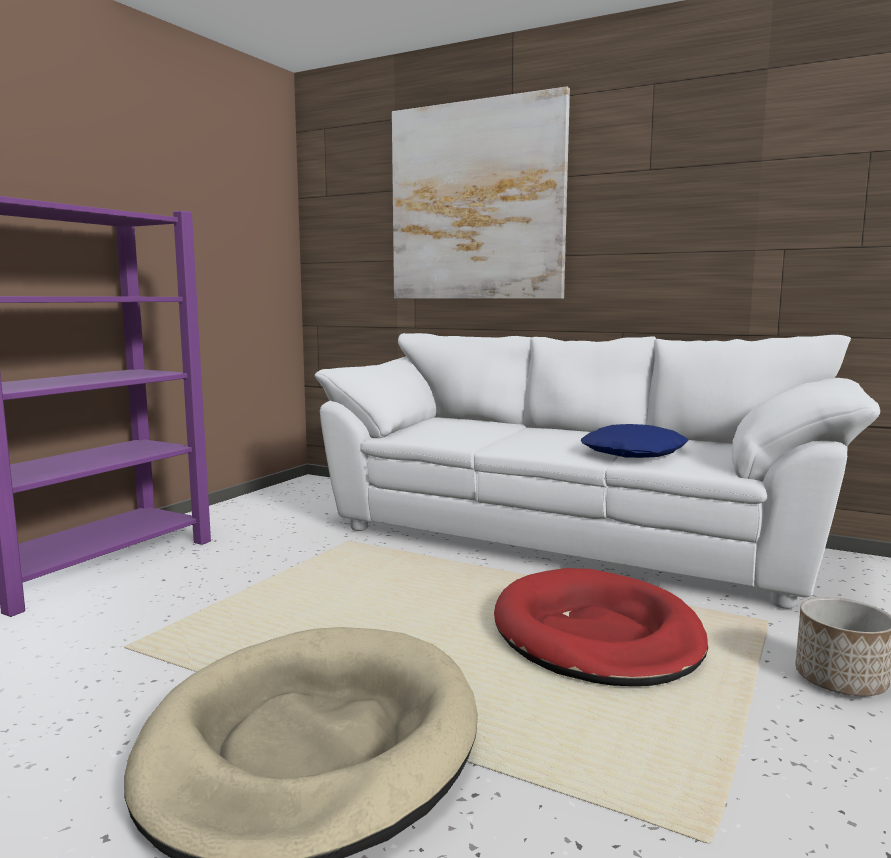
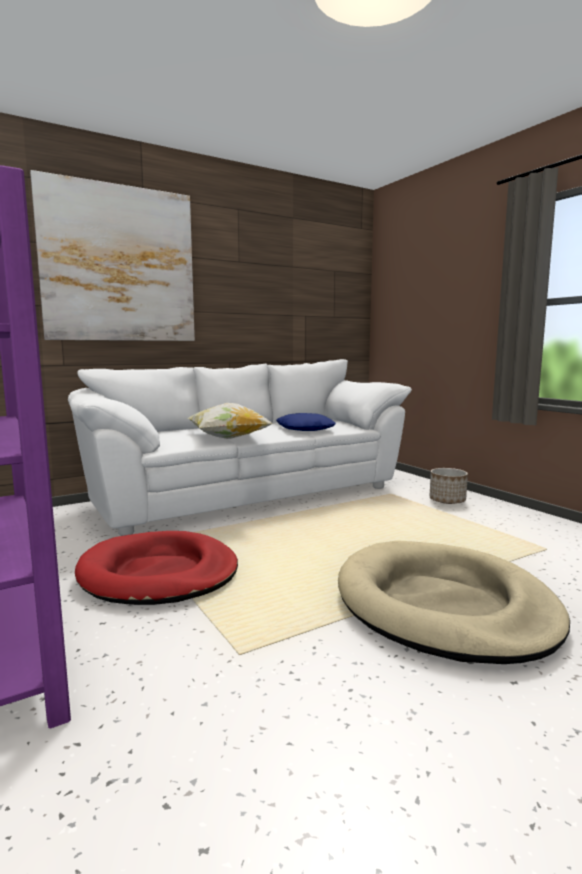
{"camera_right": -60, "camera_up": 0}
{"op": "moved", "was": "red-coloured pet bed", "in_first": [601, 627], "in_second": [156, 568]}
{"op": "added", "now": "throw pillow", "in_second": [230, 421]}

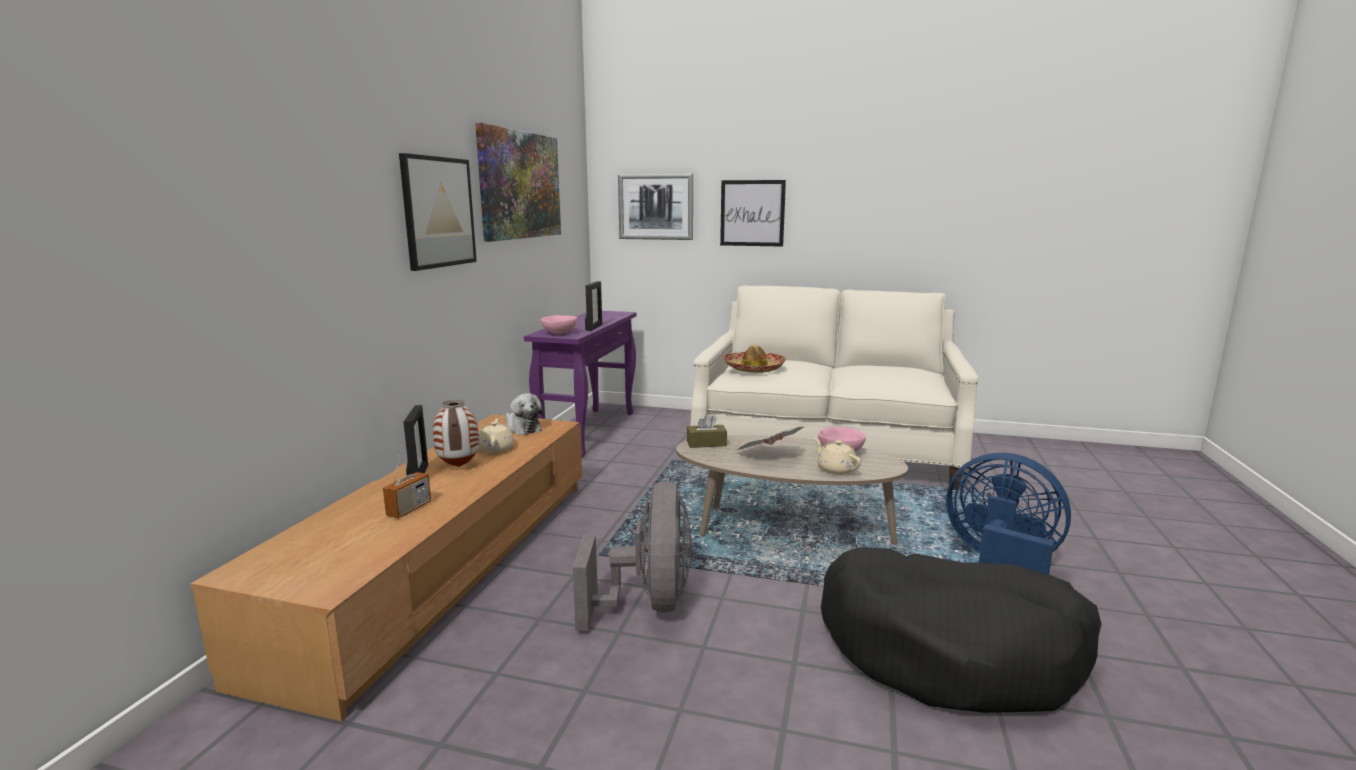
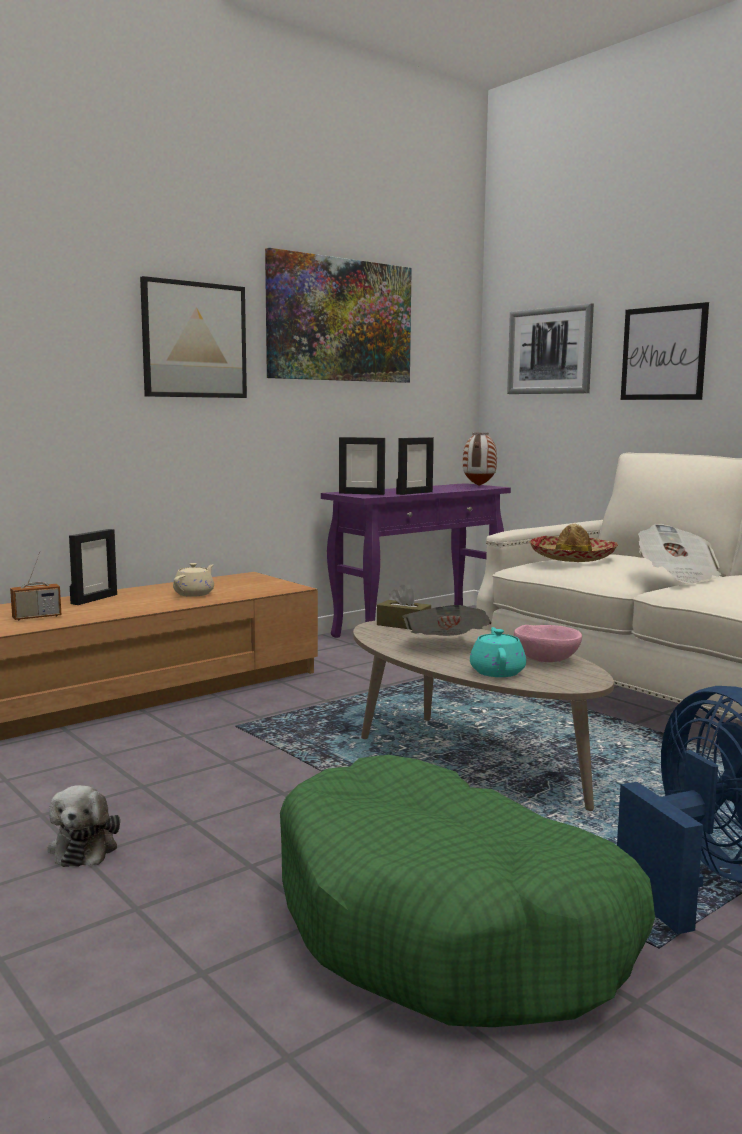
{"camera_right": 35, "camera_up": -5}
{"op": "moved", "was": "soft toy", "in_first": [524, 414], "in_second": [84, 826]}
{"op": "recoloured", "was": "black-coloured pet bed", "now": "greenish pet bed", "in_first": [961, 630], "in_second": [467, 891]}
{"op": "replaced", "was": "pinkish bowl", "now": "picture frame", "in_first": [559, 324], "in_second": [362, 466]}
{"op": "moved", "was": "decorative vase", "in_first": [456, 433], "in_second": [480, 459]}
{"op": "recoloured", "was": "beige pot for tea", "now": "turquoise pot for tea", "in_first": [837, 456], "in_second": [498, 652]}
{"op": "added", "now": "daily paper", "in_second": [679, 554]}
{"op": "removed", "was": "greyish cooling fan", "in_first": [632, 556]}

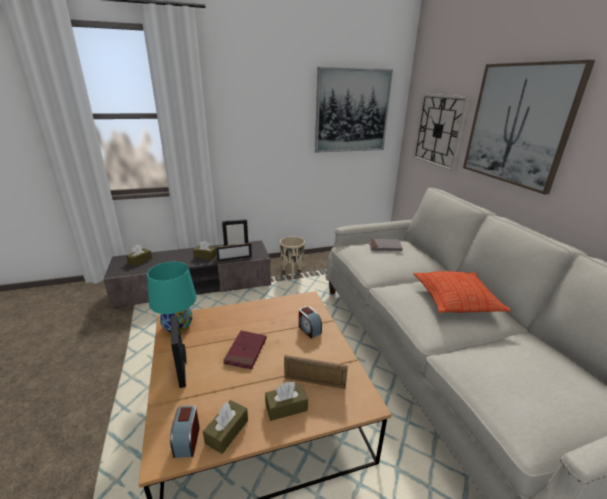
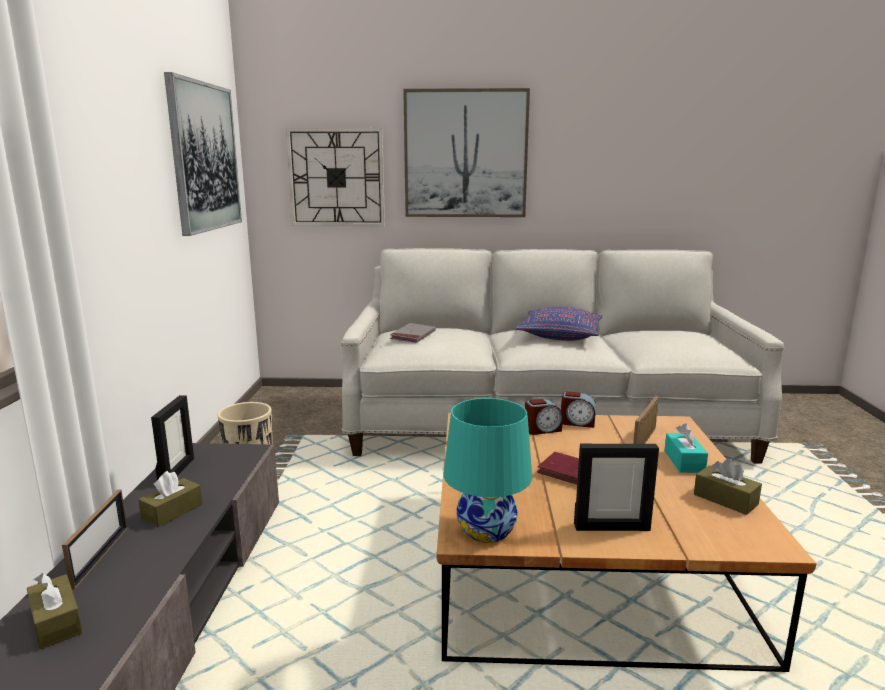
{"camera_right": -70, "camera_up": -10}
{"op": "moved", "was": "picture frame", "in_first": [234, 252], "in_second": [95, 539]}
{"op": "recoloured", "was": "orangey throw pillow", "now": "blue throw pillow", "in_first": [462, 292], "in_second": [559, 324]}
{"op": "moved", "was": "alarm clock", "in_first": [185, 431], "in_second": [578, 409]}
{"op": "recoloured", "was": "brown tissue box", "now": "turquoise tissue box", "in_first": [286, 401], "in_second": [686, 448]}

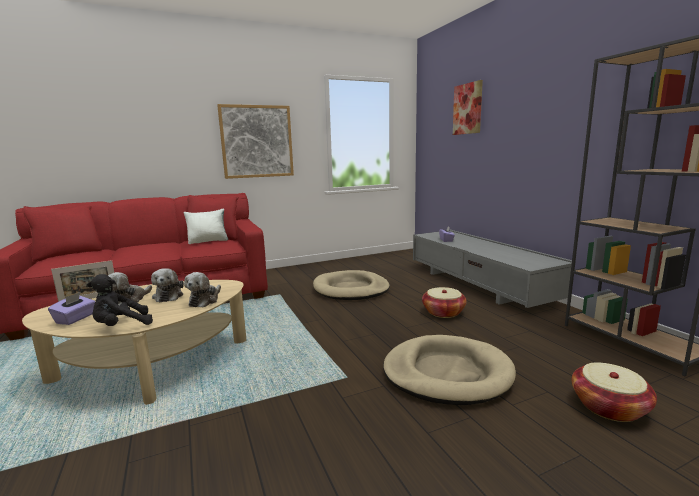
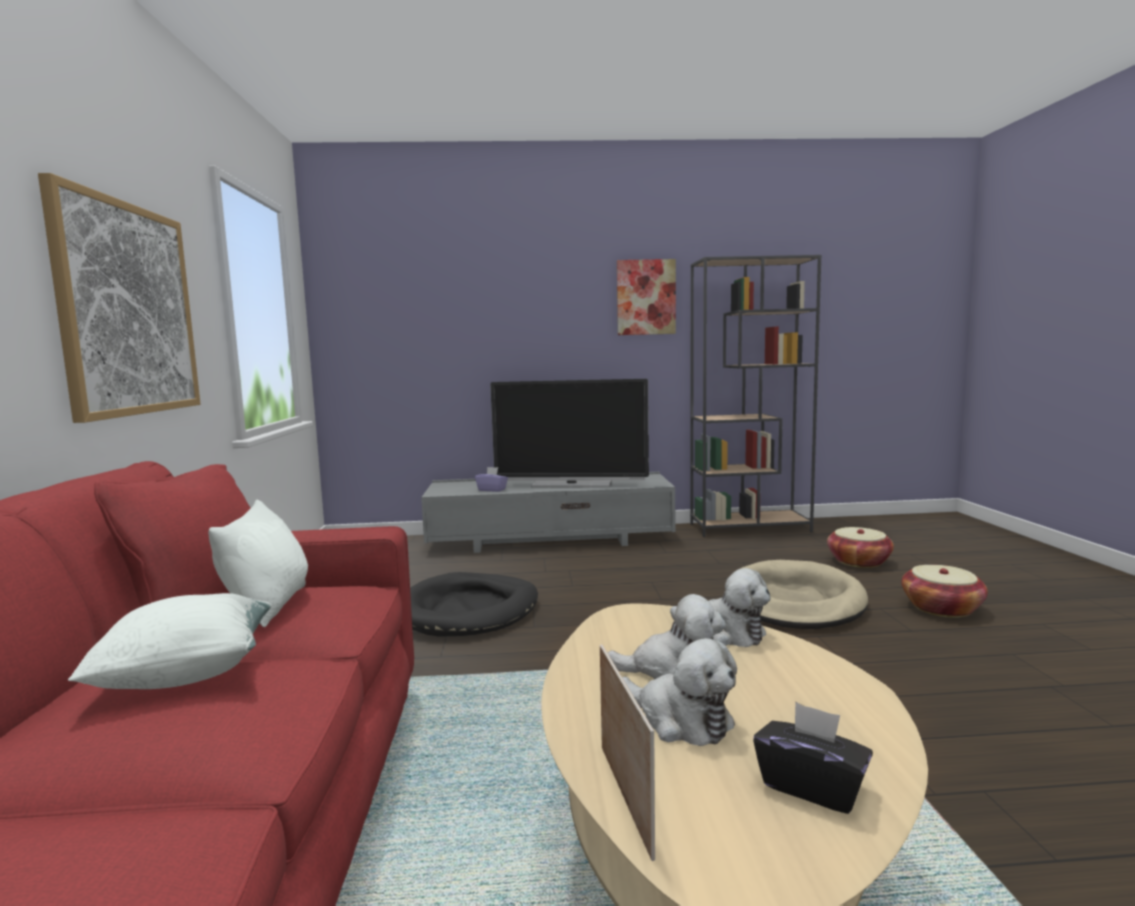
{"camera_right": -70, "camera_up": -5}
{"op": "added", "now": "whitish throw pillow", "in_second": [170, 641]}
{"op": "recoloured", "was": "beige pet bed", "now": "black-coloured pet bed", "in_first": [351, 285], "in_second": [474, 604]}
{"op": "added", "now": "TV", "in_second": [569, 433]}
{"op": "moved", "was": "wall picture", "in_first": [468, 107], "in_second": [646, 297]}
{"op": "recoloured", "was": "purplish tissue box", "now": "black-coloured tissue box", "in_first": [71, 308], "in_second": [813, 758]}
{"op": "moved", "was": "household basket", "in_first": [444, 302], "in_second": [944, 591]}
{"op": "removed", "was": "black-coloured soft toy", "in_first": [120, 300]}

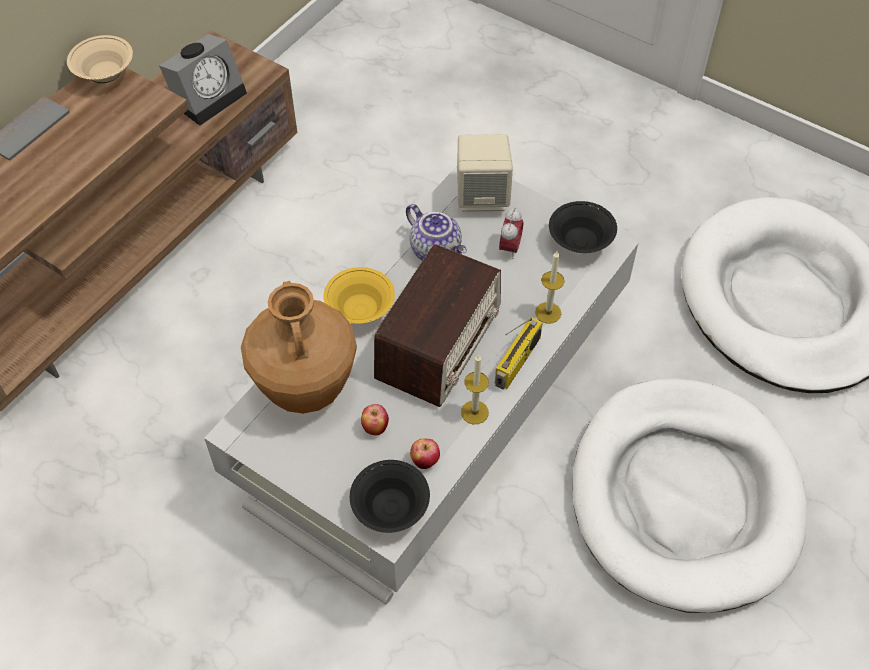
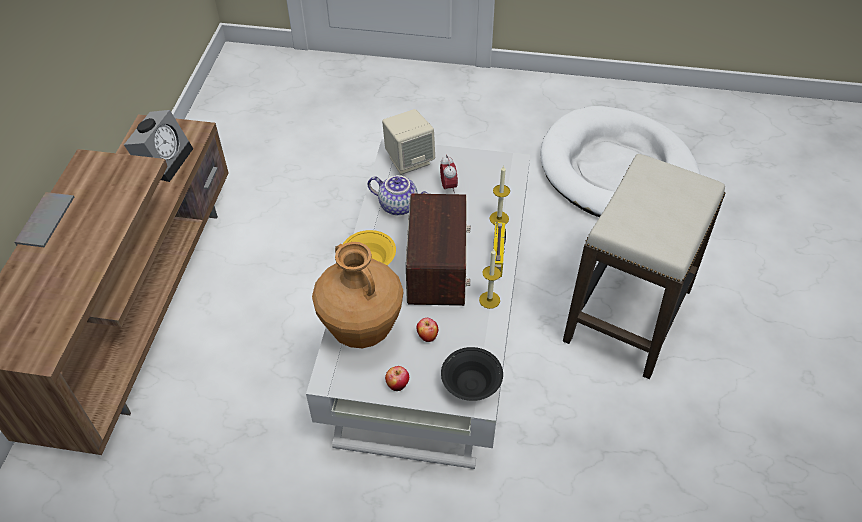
{"camera_right": -25, "camera_up": -5}
{"op": "moved", "was": "apple fruit", "in_first": [425, 453], "in_second": [397, 378]}
{"op": "replaced", "was": "whitish pet bed", "now": "stool", "in_first": [689, 496], "in_second": [644, 266]}
{"op": "removed", "was": "beige bowl", "in_first": [100, 59]}
{"op": "removed", "was": "black-coloured bowl", "in_first": [583, 227]}

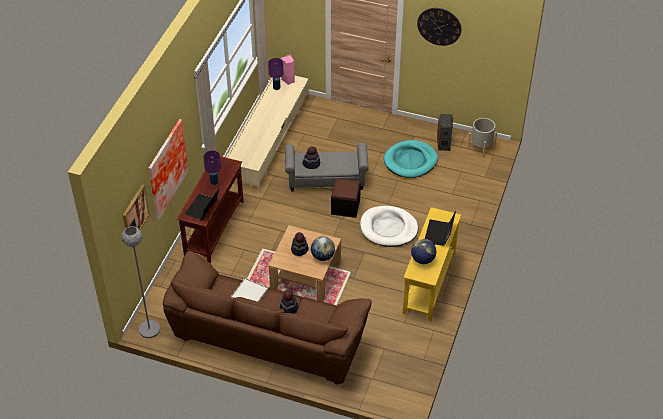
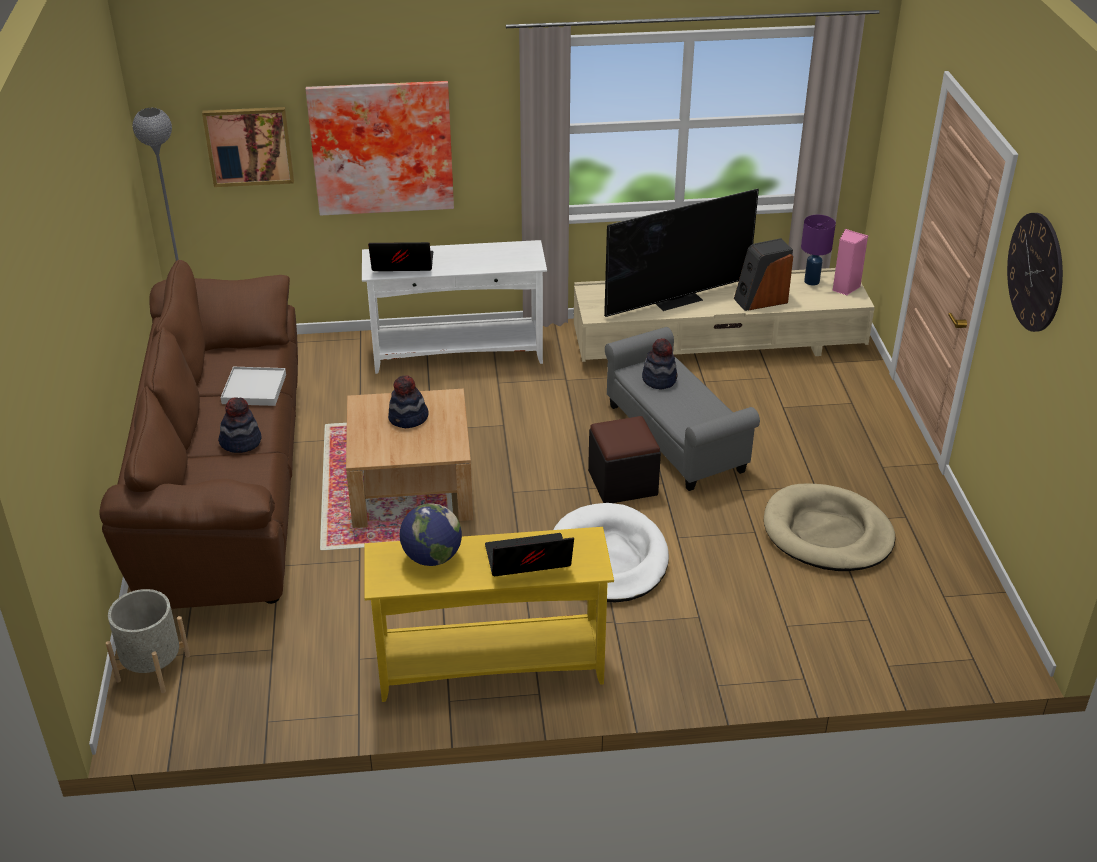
{"camera_right": 65, "camera_up": -10}
{"op": "moved", "was": "greyish planter", "in_first": [482, 137], "in_second": [148, 641]}
{"op": "recoloured", "was": "brown hall table", "now": "whitish hall table", "in_first": [210, 209], "in_second": [454, 307]}
{"op": "added", "now": "TV", "in_second": [681, 253]}
{"op": "moved", "was": "audio speaker", "in_first": [445, 132], "in_second": [763, 274]}
{"op": "recoloured", "was": "turquoise pet bed", "now": "beige pet bed", "in_first": [411, 159], "in_second": [829, 527]}
{"op": "removed", "was": "purplish lamp for a table", "in_first": [212, 167]}
{"op": "removed", "was": "globe", "in_first": [323, 248]}

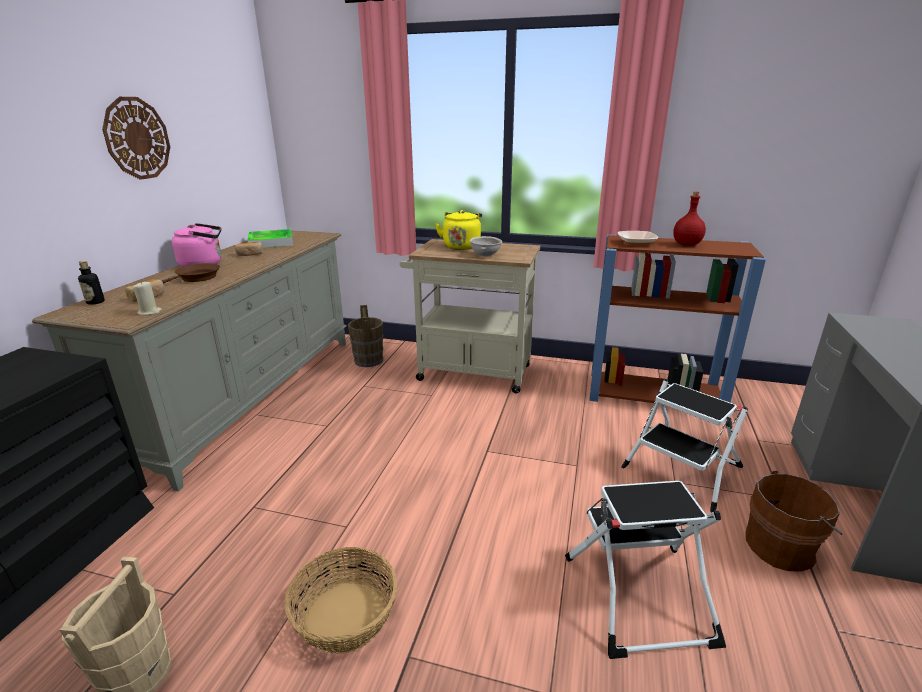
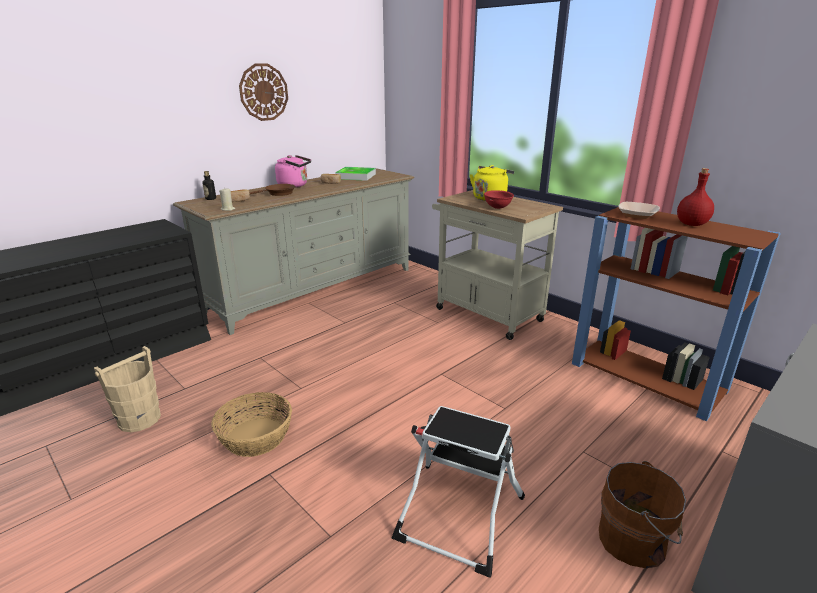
{"camera_right": 30, "camera_up": 0}
{"op": "recoloured", "was": "greyish bowl", "now": "red-coloured bowl", "in_first": [486, 246], "in_second": [499, 199]}
{"op": "removed", "was": "brown water bucket", "in_first": [365, 336]}
{"op": "removed", "was": "step ladder", "in_first": [684, 445]}

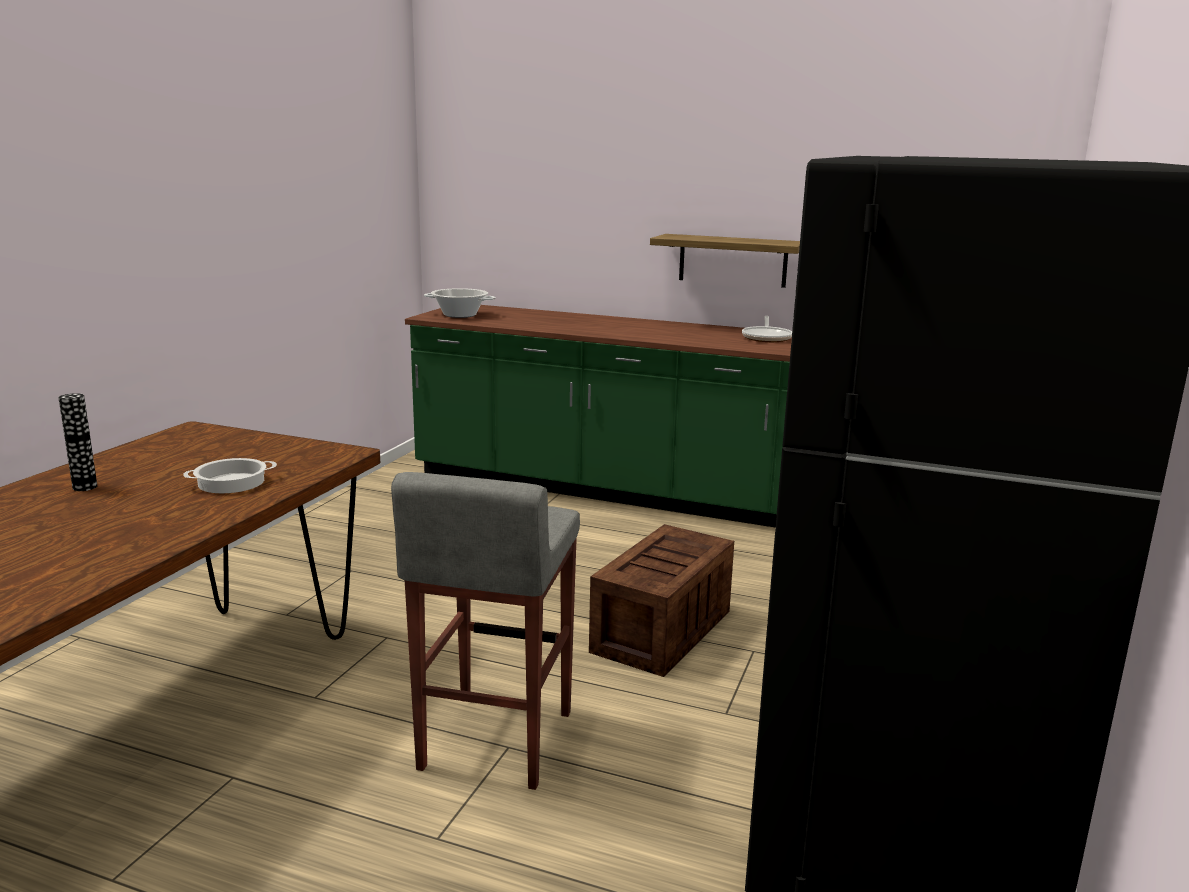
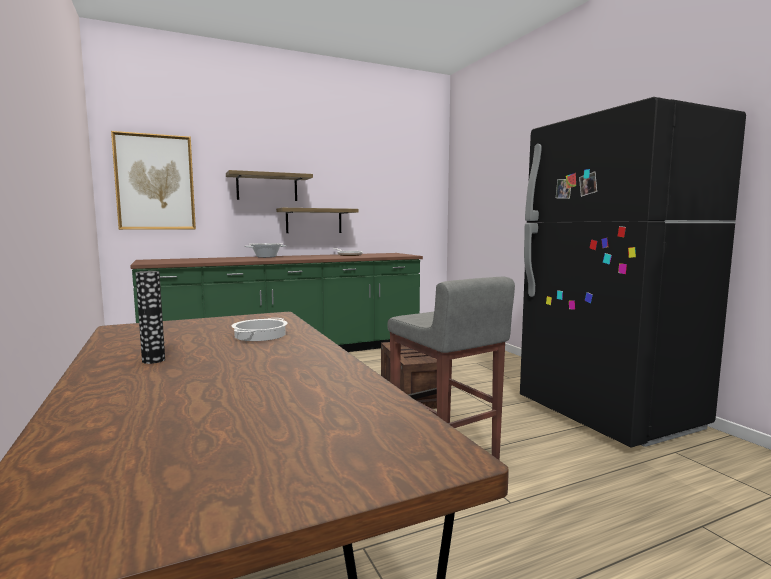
{"camera_right": -45, "camera_up": -10}
{"op": "added", "now": "wall picture", "in_second": [153, 180]}
{"op": "added", "now": "wall shelf", "in_second": [269, 185]}
{"op": "moved", "was": "stockpot", "in_first": [460, 303], "in_second": [265, 250]}

